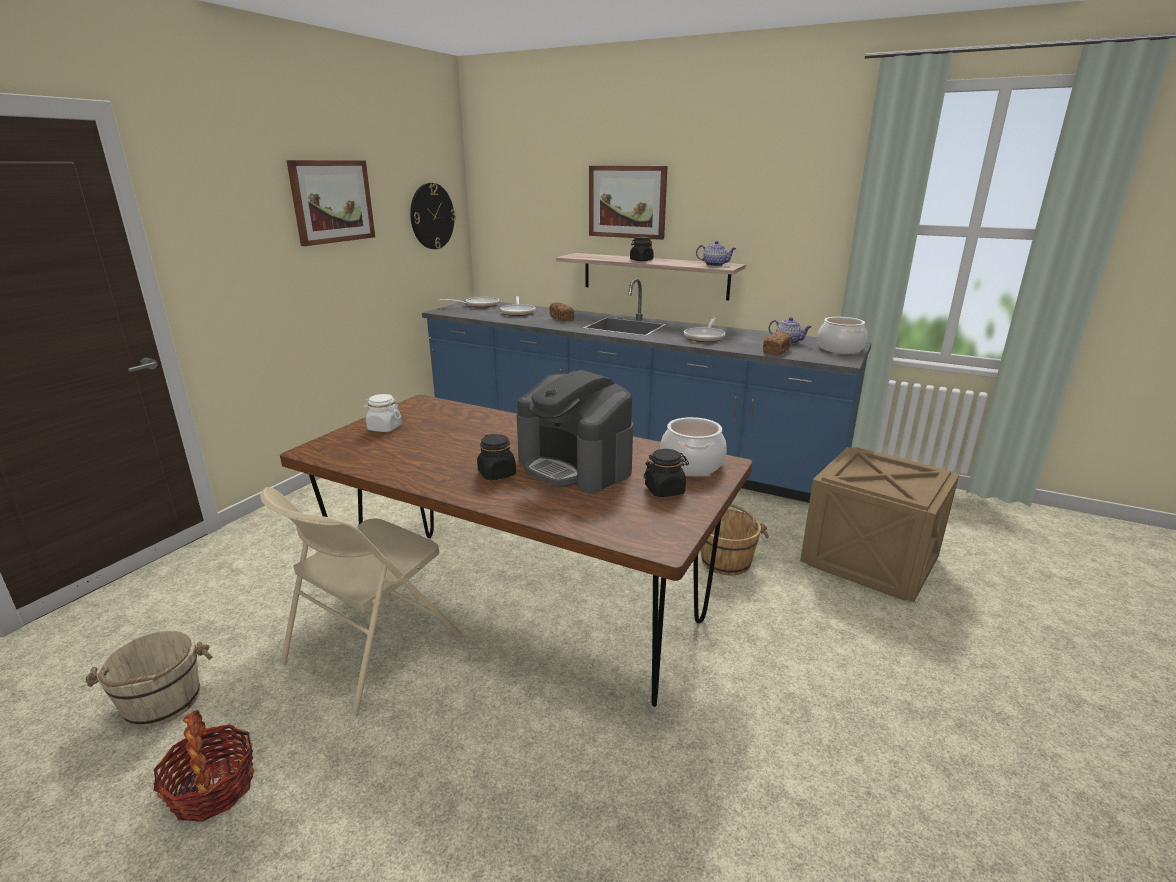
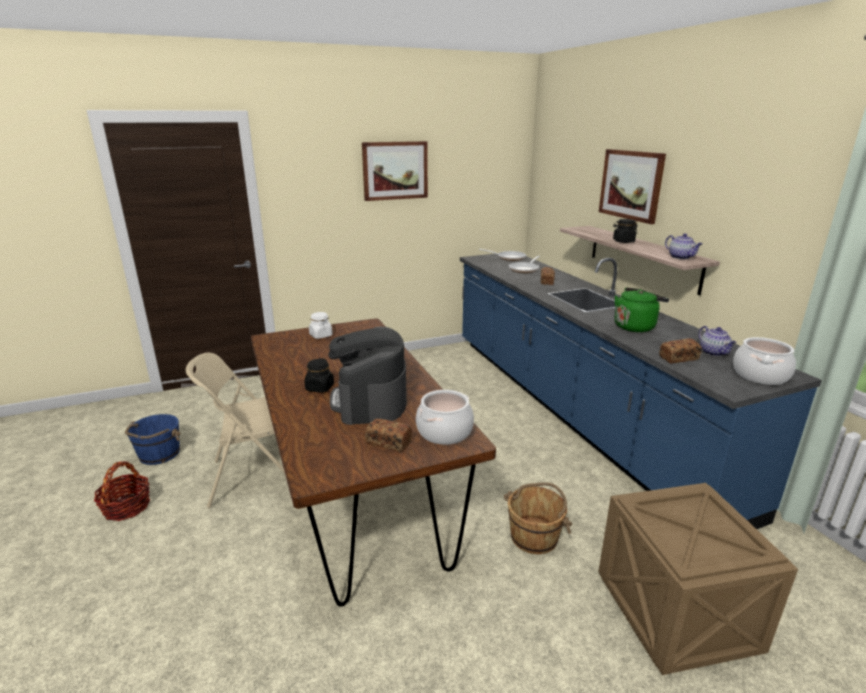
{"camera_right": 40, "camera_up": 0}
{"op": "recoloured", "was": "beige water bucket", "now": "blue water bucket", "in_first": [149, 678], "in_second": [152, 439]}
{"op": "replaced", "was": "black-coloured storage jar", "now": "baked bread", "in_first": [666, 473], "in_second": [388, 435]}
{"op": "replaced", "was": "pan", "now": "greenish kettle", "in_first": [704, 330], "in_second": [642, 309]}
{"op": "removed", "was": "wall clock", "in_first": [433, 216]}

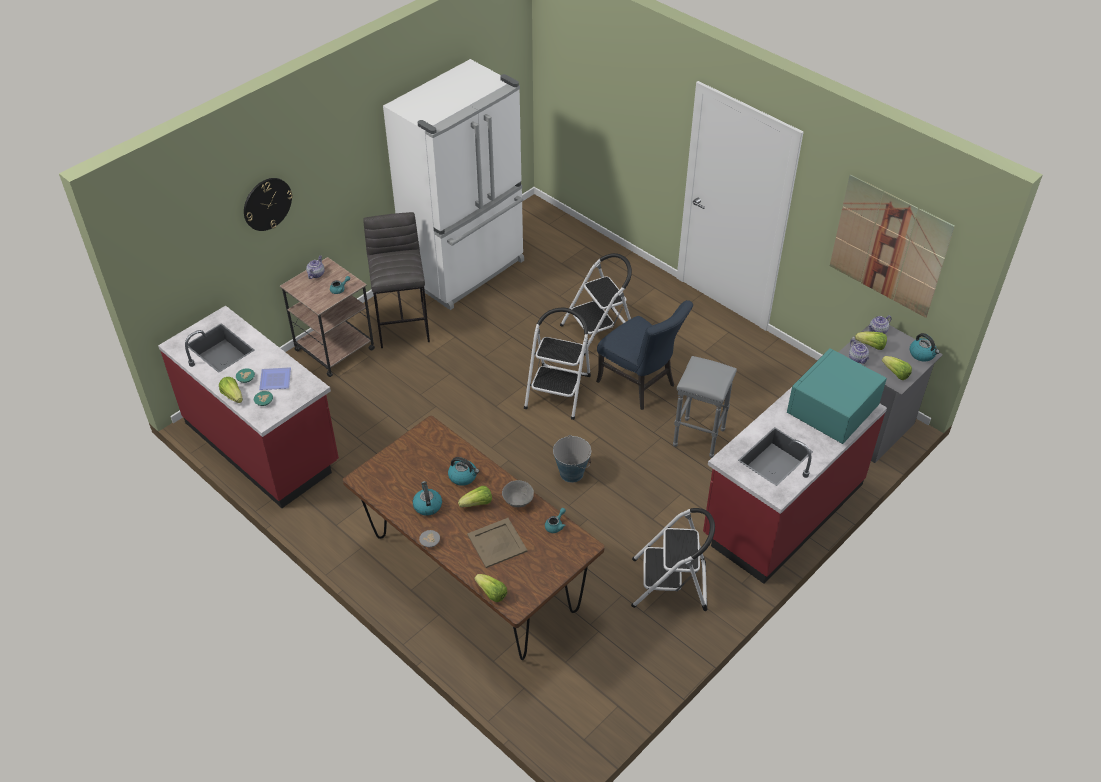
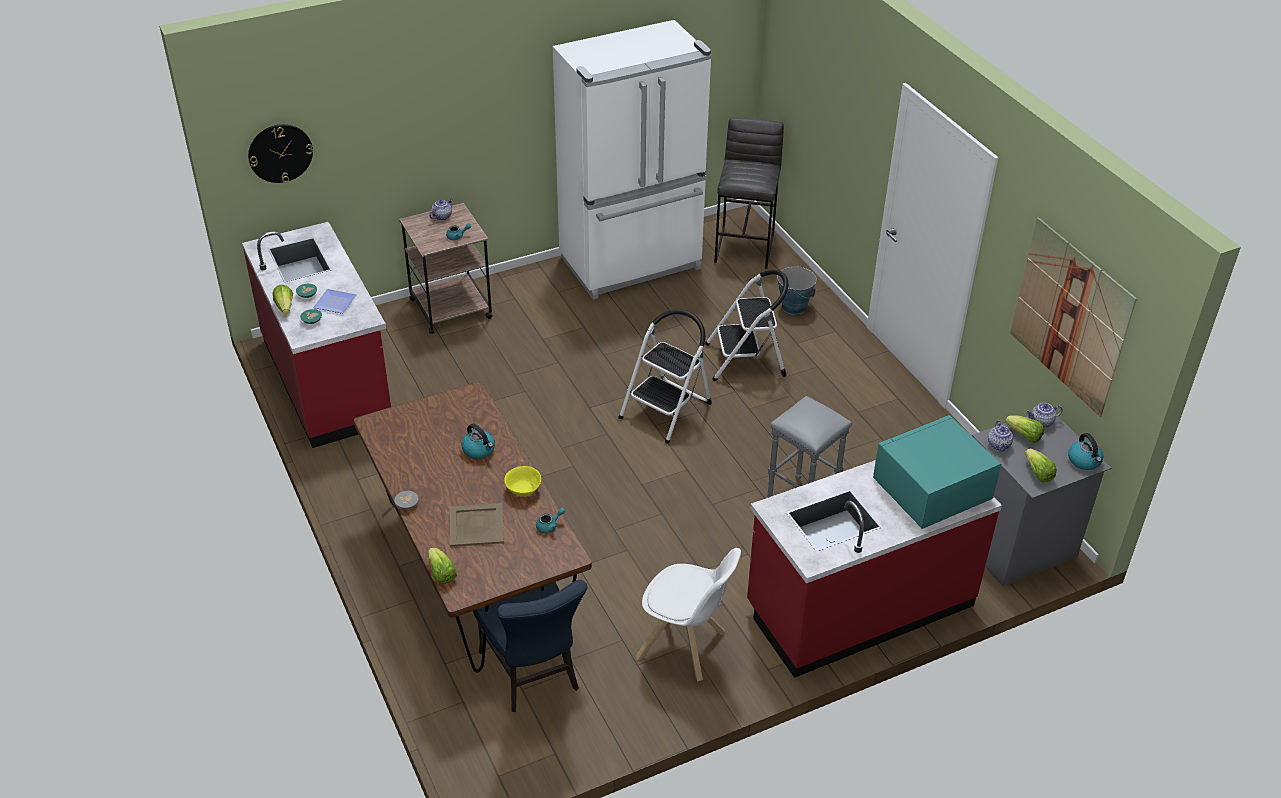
{"camera_right": 20, "camera_up": -5}
{"op": "moved", "was": "wall clock", "in_first": [268, 204], "in_second": [280, 153]}
{"op": "moved", "was": "blue plain chair", "in_first": [644, 355], "in_second": [530, 645]}
{"op": "recoloured", "was": "greyish bowl", "now": "yellow-coloured bowl", "in_first": [518, 493], "in_second": [522, 481]}
{"op": "replaced", "was": "step ladder", "now": "whitish plain chair", "in_first": [673, 559], "in_second": [688, 615]}
{"op": "moved", "was": "greyish stool", "in_first": [396, 280], "in_second": [749, 193]}
{"op": "moved", "was": "water bucket", "in_first": [572, 459], "in_second": [797, 290]}
{"op": "removed", "was": "kettle", "in_first": [427, 498]}
{"op": "removed", "was": "lettuce head", "in_first": [475, 496]}

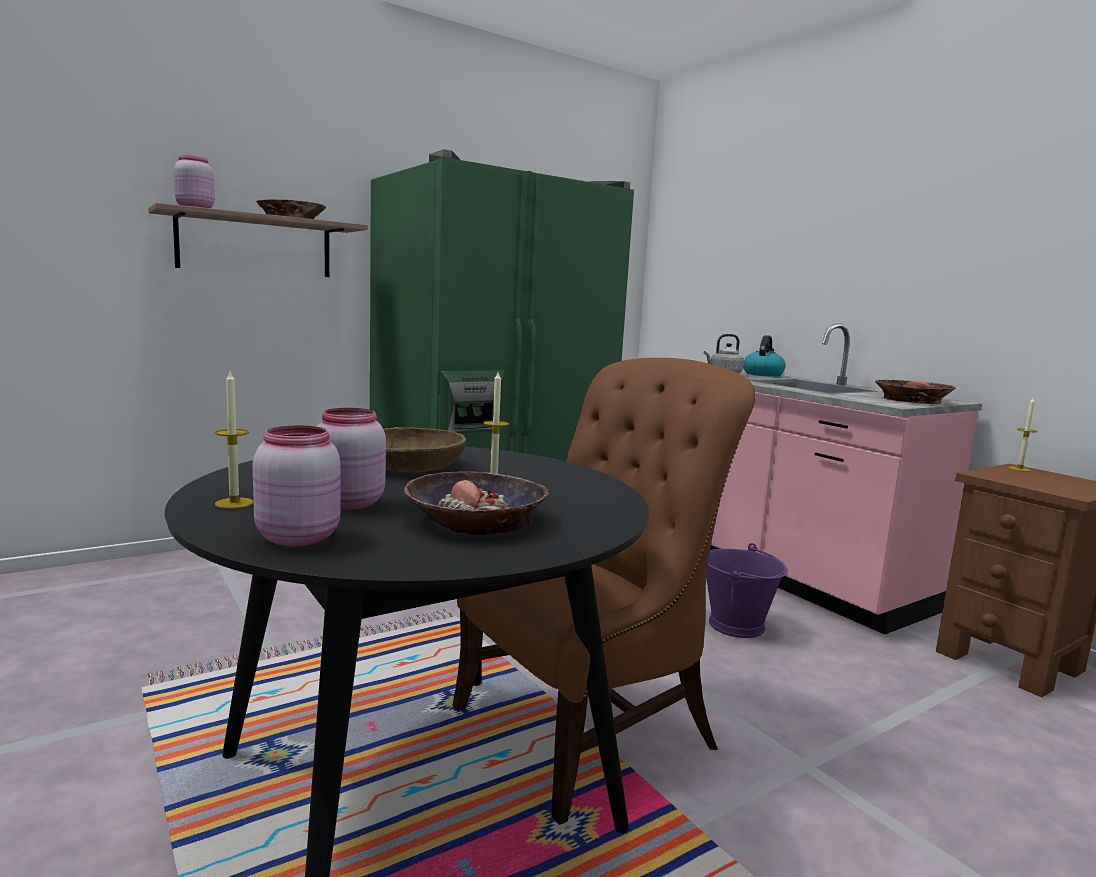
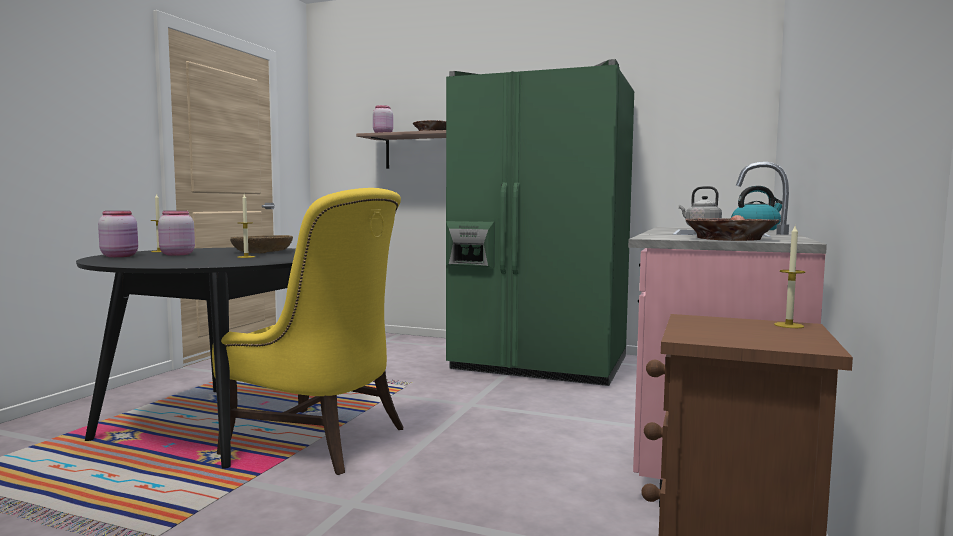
{"camera_right": 55, "camera_up": -5}
{"op": "recoloured", "was": "brown plain chair", "now": "yellow-coloured plain chair", "in_first": [604, 591], "in_second": [307, 331]}
{"op": "removed", "was": "bowl", "in_first": [476, 503]}
{"op": "removed", "was": "purplish water bucket", "in_first": [747, 590]}

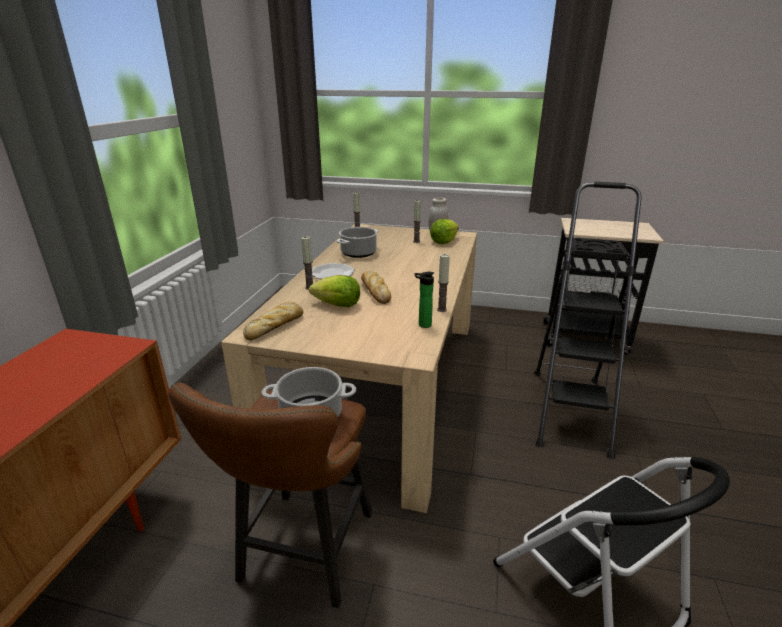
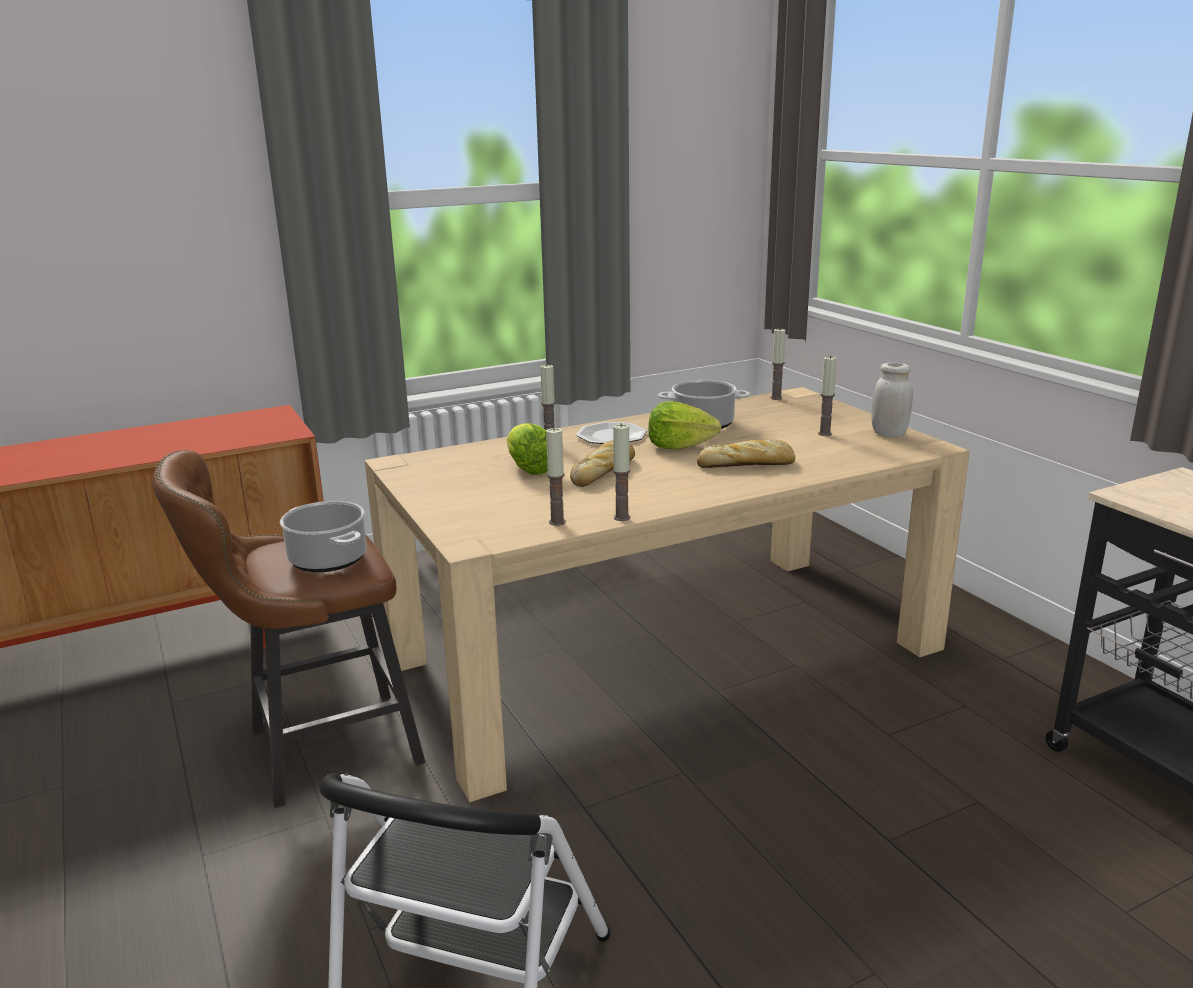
{"camera_right": 50, "camera_up": -5}
{"op": "replaced", "was": "beverage bottle", "now": "wax candle", "in_first": [424, 300], "in_second": [556, 476]}
{"op": "moved", "was": "lettuce head", "in_first": [444, 231], "in_second": [684, 425]}
{"op": "moved", "was": "baked bread", "in_first": [273, 321], "in_second": [746, 453]}
{"op": "removed", "was": "step ladder", "in_first": [588, 320]}

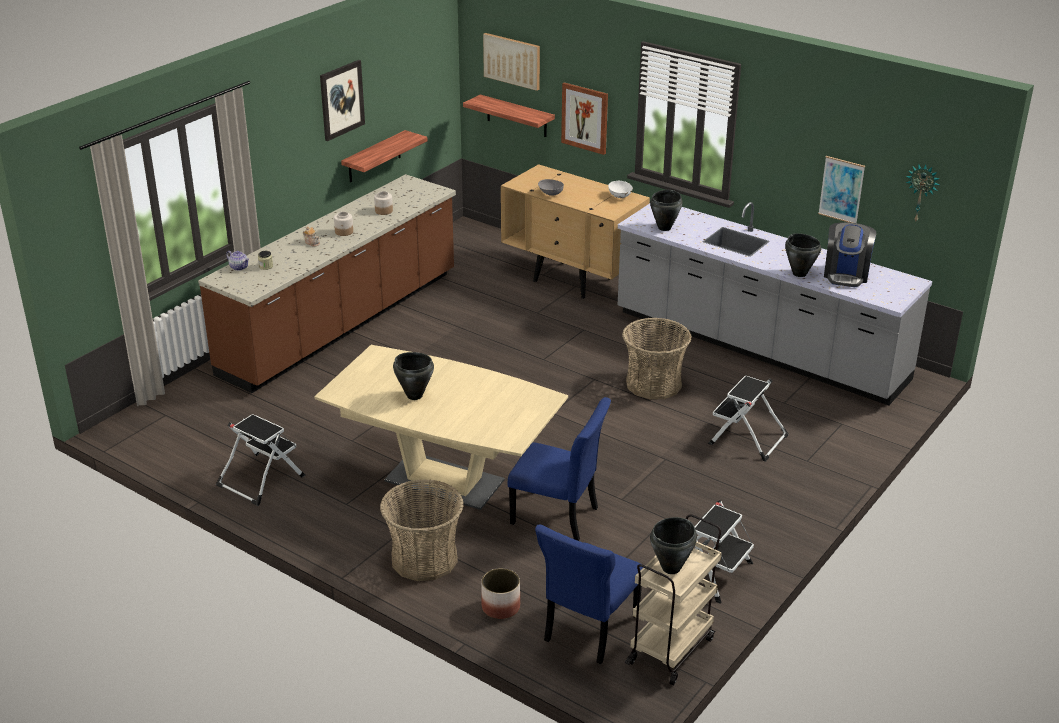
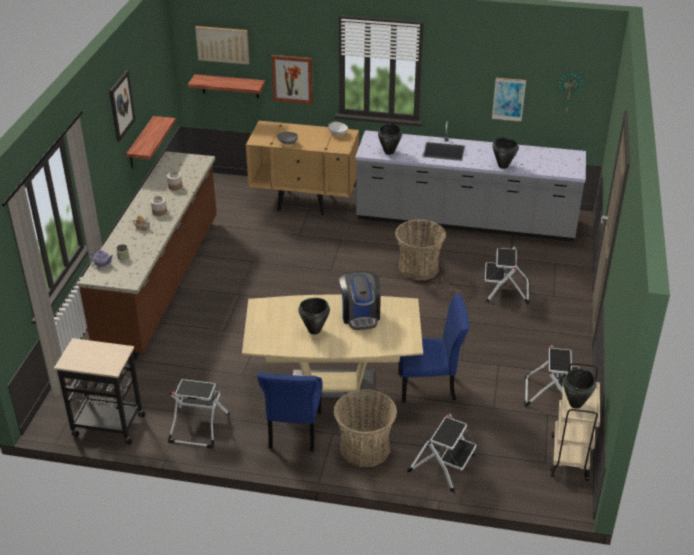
{"camera_right": -25, "camera_up": 5}
{"op": "added", "now": "cart", "in_second": [99, 391]}
{"op": "moved", "was": "blue plain chair", "in_first": [589, 594], "in_second": [290, 412]}
{"op": "moved", "was": "coffee maker", "in_first": [850, 254], "in_second": [360, 300]}
{"op": "replaced", "was": "planter", "now": "step ladder", "in_first": [500, 593], "in_second": [441, 453]}

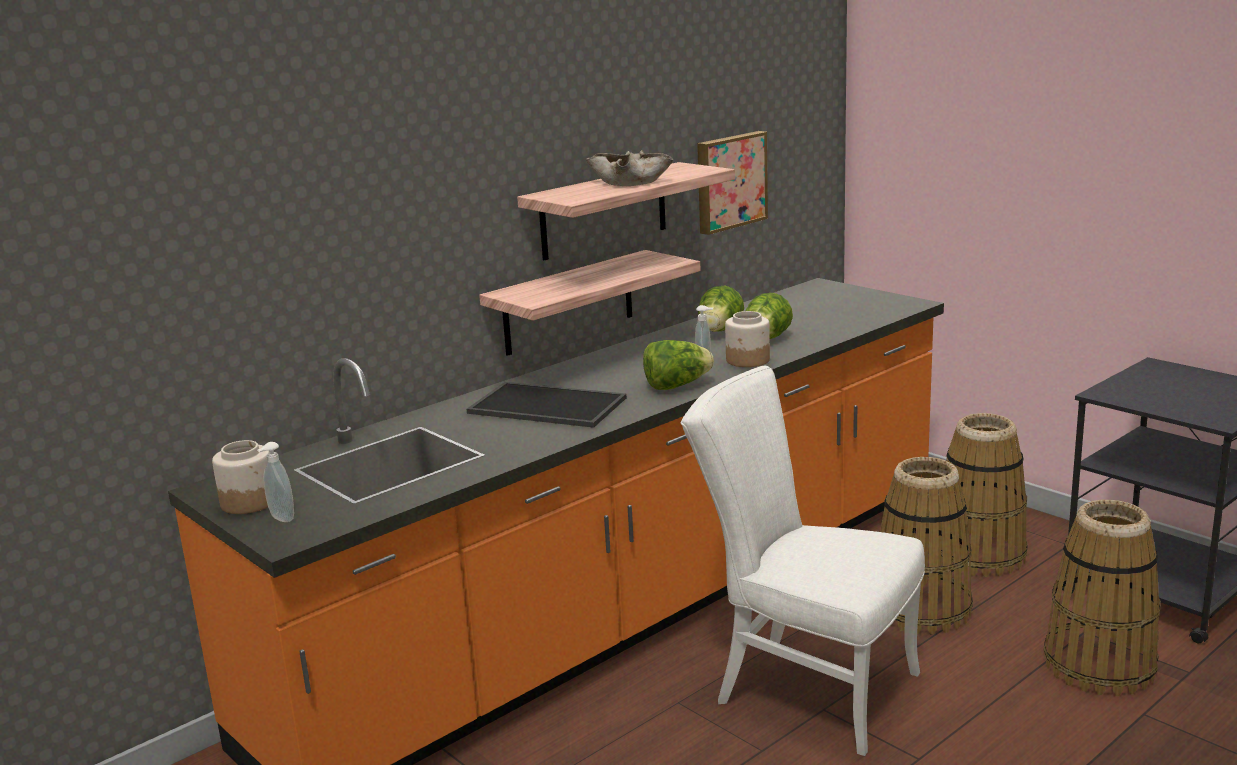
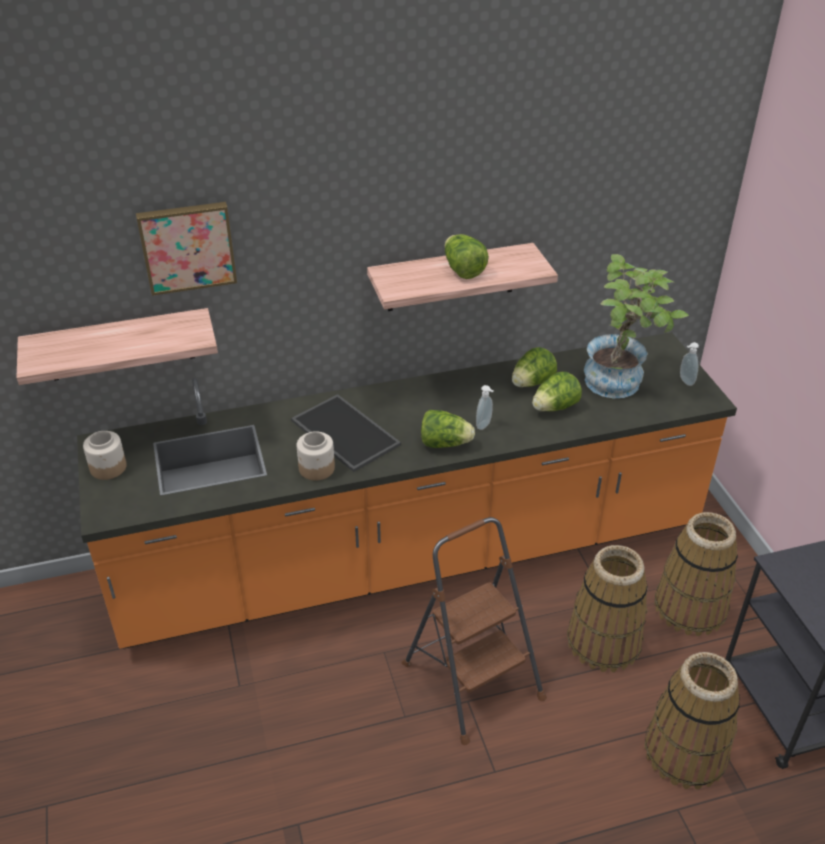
{"camera_right": 25, "camera_up": 20}
{"op": "moved", "was": "wall shelf", "in_first": [590, 303], "in_second": [117, 346]}
{"op": "moved", "was": "wall picture", "in_first": [732, 183], "in_second": [186, 249]}
{"op": "moved", "was": "storage jar", "in_first": [747, 339], "in_second": [316, 456]}
{"op": "replaced", "was": "whitish plain chair", "now": "brown step ladder", "in_first": [803, 561], "in_second": [474, 631]}
{"op": "replaced", "was": "beige bowl", "now": "lettuce head", "in_first": [629, 168], "in_second": [467, 256]}
{"op": "added", "now": "plant in a pot", "in_second": [636, 326]}
{"op": "moved", "was": "soap bottle", "in_first": [275, 482], "in_second": [689, 364]}

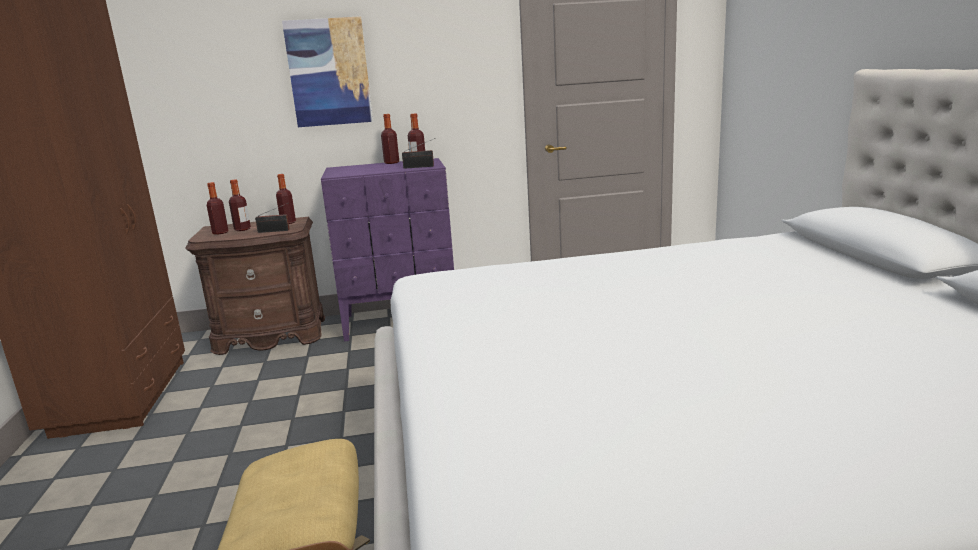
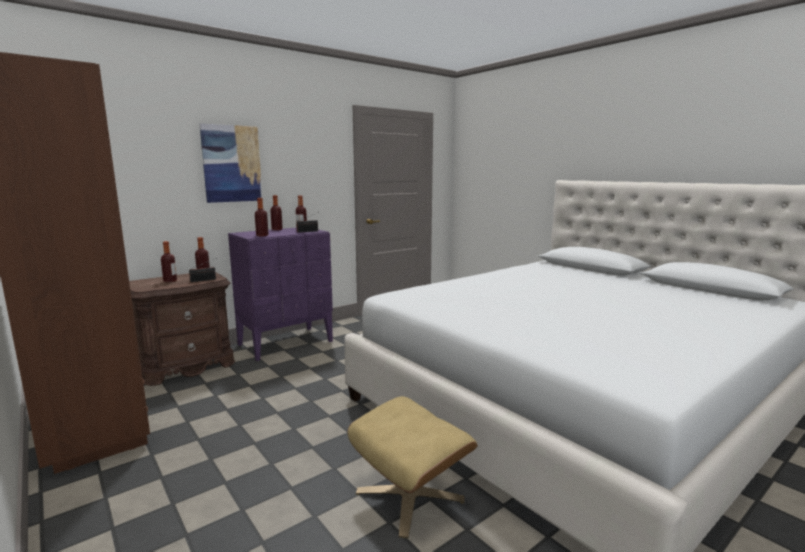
{"camera_right": -30, "camera_up": -5}
{"op": "moved", "was": "beverage bottle", "in_first": [217, 208], "in_second": [262, 217]}

